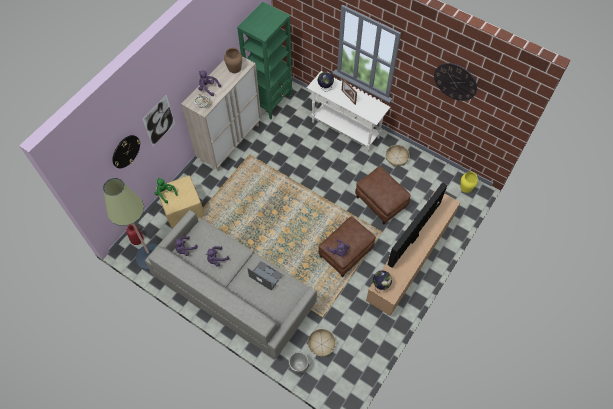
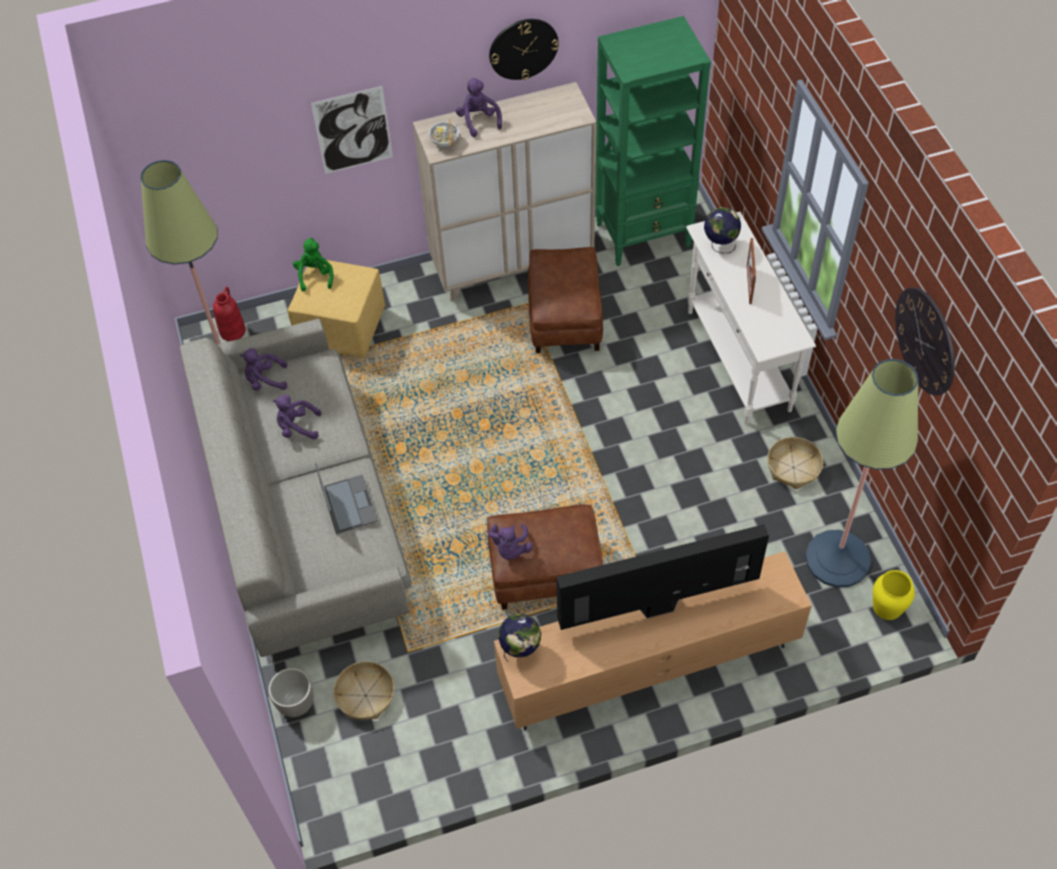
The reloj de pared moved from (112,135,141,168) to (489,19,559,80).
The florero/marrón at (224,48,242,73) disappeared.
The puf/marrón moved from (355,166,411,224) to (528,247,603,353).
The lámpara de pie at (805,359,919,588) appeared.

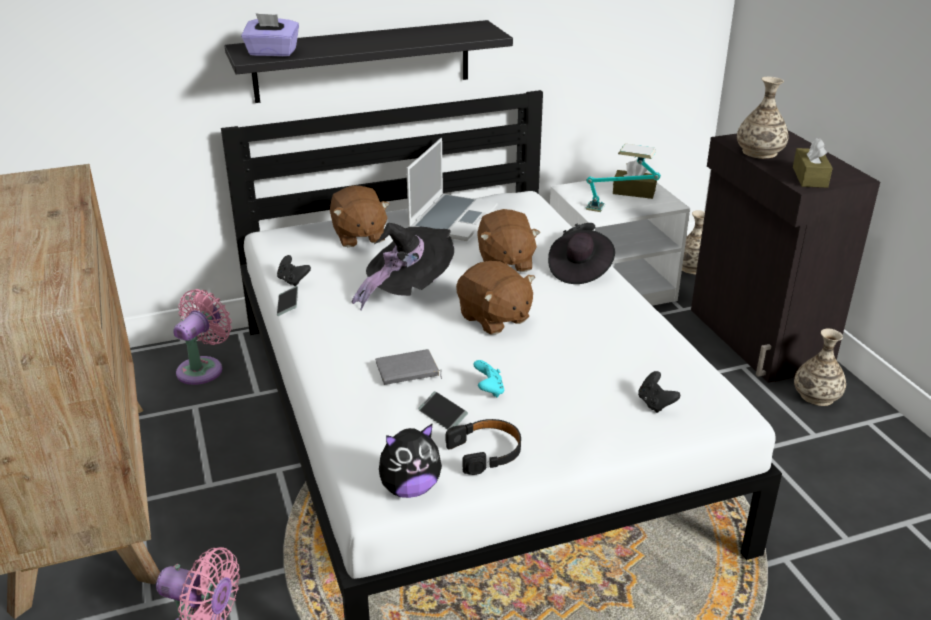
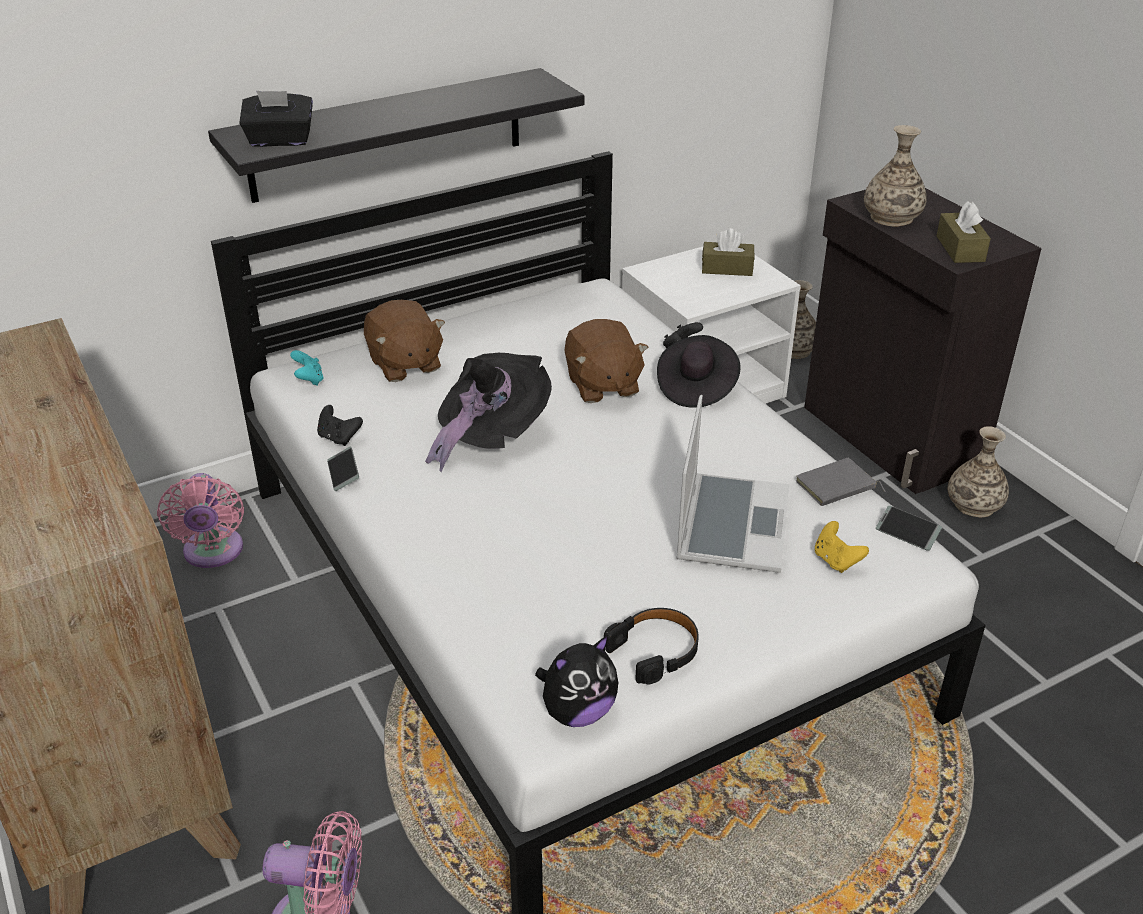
The ventilador/rosa at (173,289,232,385) turned 150 degrees clockwise.
The caja de pañuelos/morado at (241,13,299,57) became the caja de pañuelos/negro at (239,91,313,147).
The libro/gris moved from (375,349,442,385) to (796,458,886,506).
The portátil moved from (406,138,497,241) to (676,395,790,573).
The móvil moved from (418,391,468,430) to (876,506,942,551).
The peluche/marrón at (456,261,535,335) disappeared.
The mando de consola/turquesa moved from (473,360,504,398) to (290,350,324,386).
The lámpara de mesa at (585,144,661,212) disappeared.
The mando de consola/negro at (638,371,680,413) became the mando de consola/amarillo at (815,521,869,573).

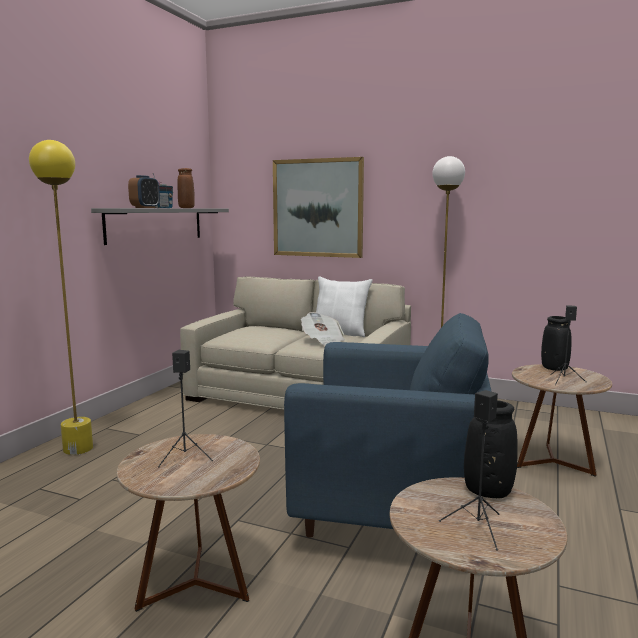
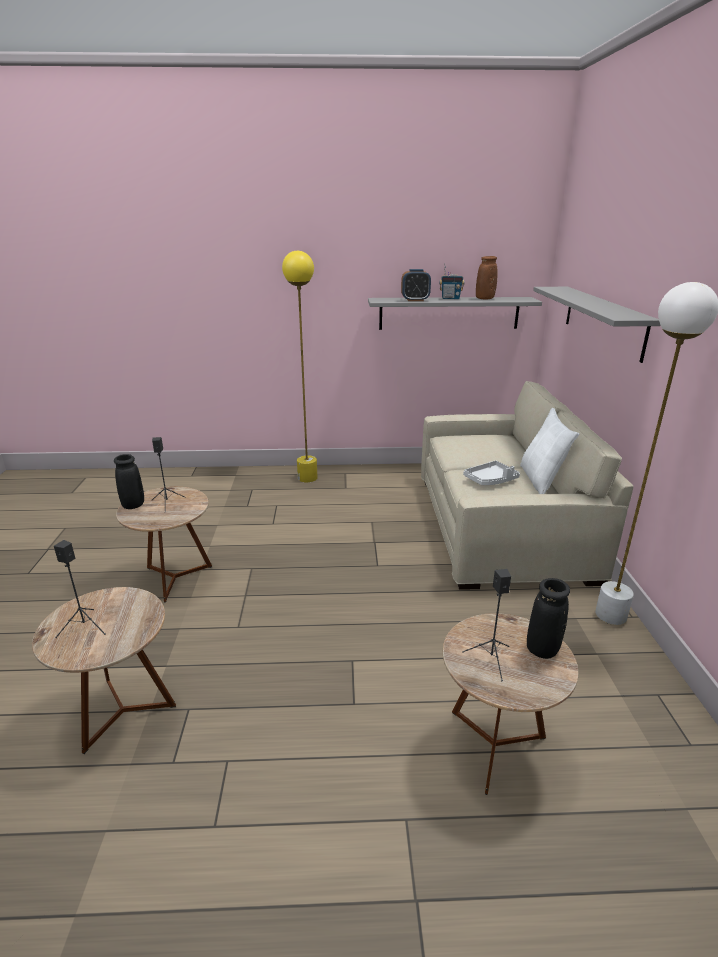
The cuadro at (273,157,364,258) was replaced by the estante/gris at (533,287,661,363).
The sillón/azul at (284,313,492,538) disappeared.
The periódico at (301,312,345,346) was replaced by the bandeja/gris at (463,461,520,485).
The florero/negro moved from (464,400,518,498) to (114,454,144,509).

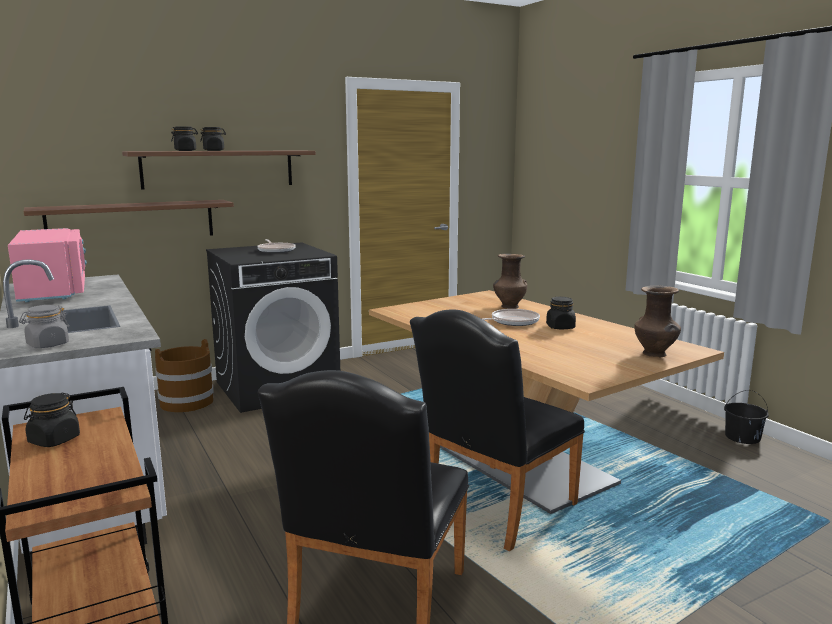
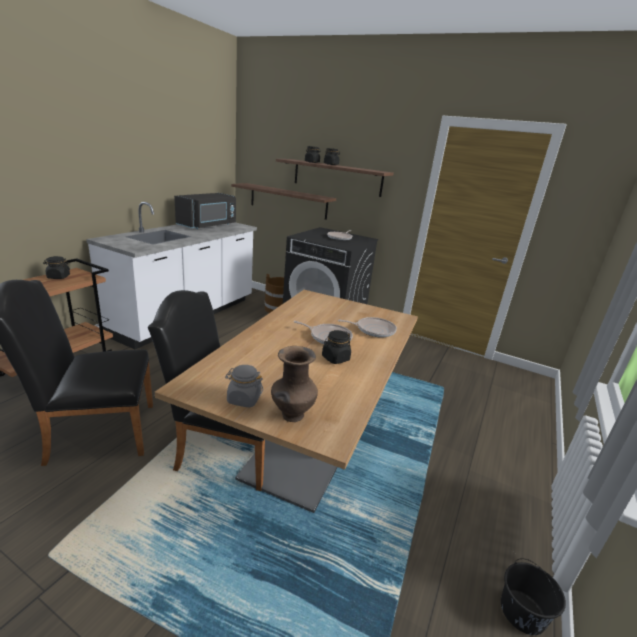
The microondas/rosa at (8,228,87,302) became the microondas/negro at (174,193,236,229).
The tarro/gris moved from (19,305,69,348) to (225,365,263,407).
The florero/marrón at (493,254,527,309) was replaced by the sartén at (338,317,397,338).

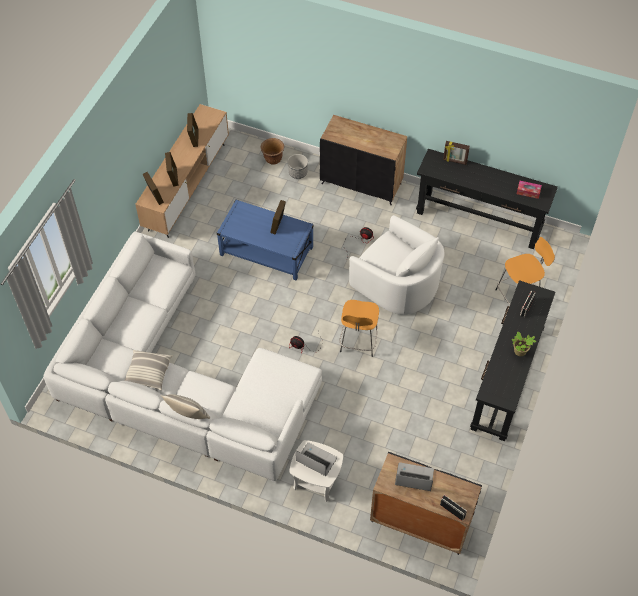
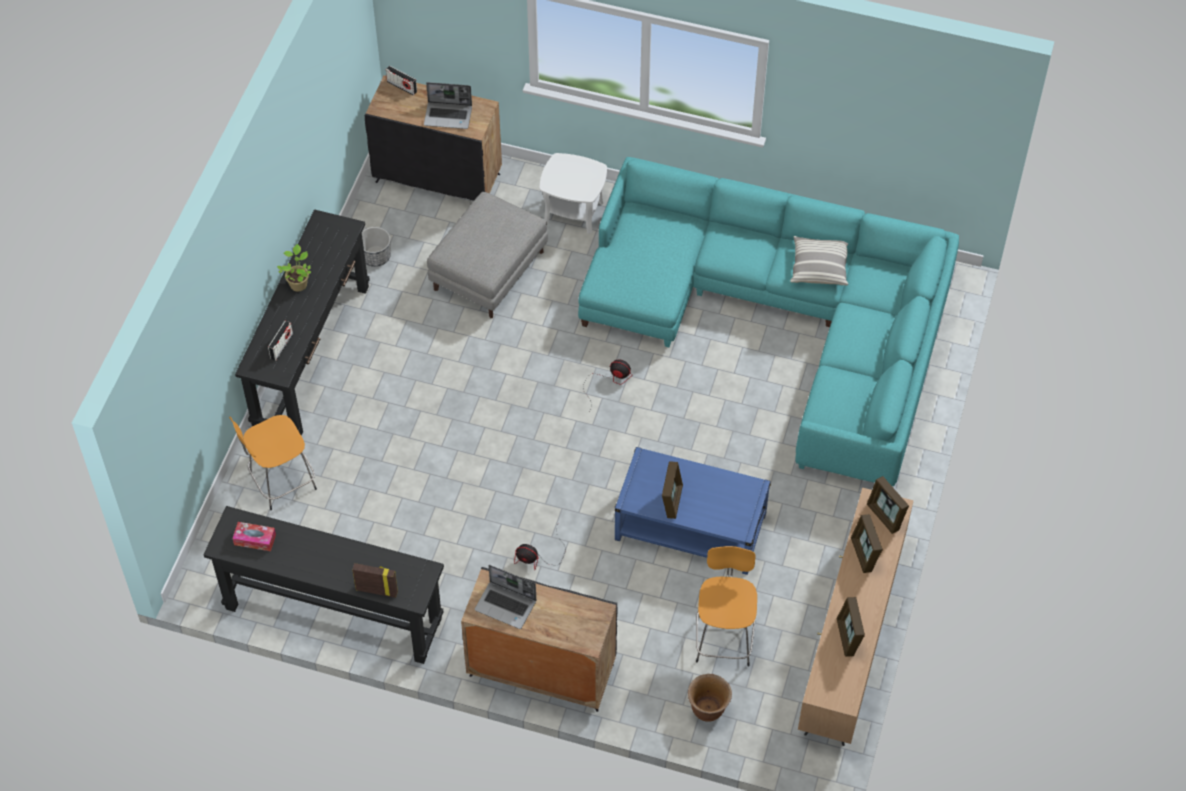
The sofá/blanco at (44,232,322,483) became the sofá/turquesa at (578,157,959,486).
The cojín at (161,394,210,419) disappeared.
The maceta moved from (287,154,308,179) to (362,227,391,267).
The portátil moved from (296,442,337,476) to (475,565,536,629).
The taburete/naranja moved from (339,300,379,357) to (696,546,757,666).
The sillón/blanco at (349,215,444,315) disappeared.
The puf/gris at (427,192,548,318) appeared.

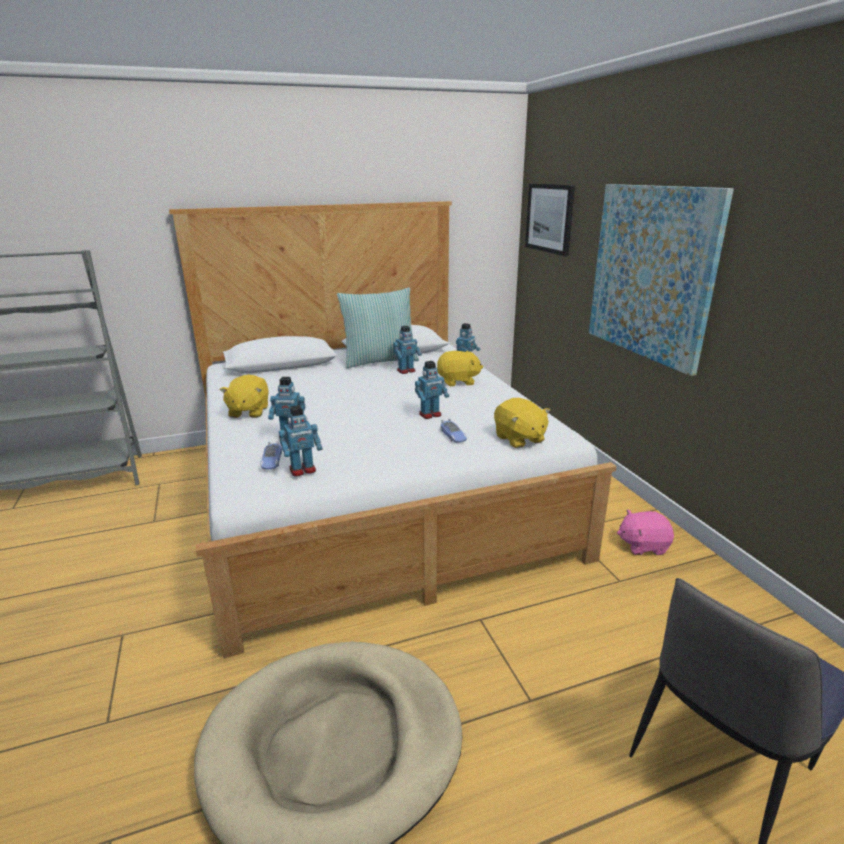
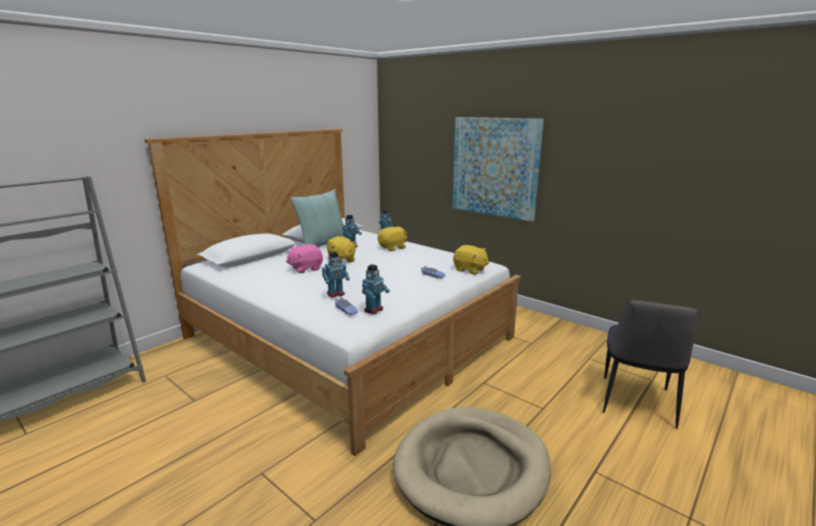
The peluche/amarillo moved from (220,374,269,418) to (327,236,357,263).
The robot de juguete at (415,361,449,419) disappeared.
The cuadro at (525,184,575,256) disappeared.
The peluche/rosa moved from (617,509,674,555) to (286,244,323,273).

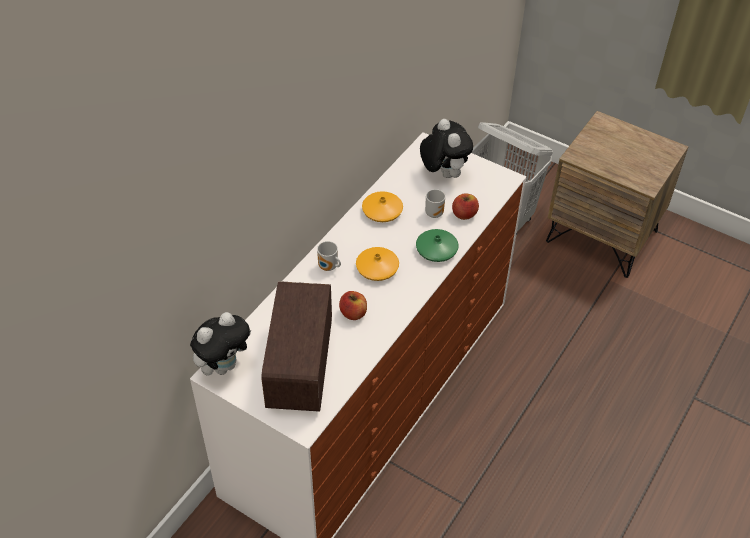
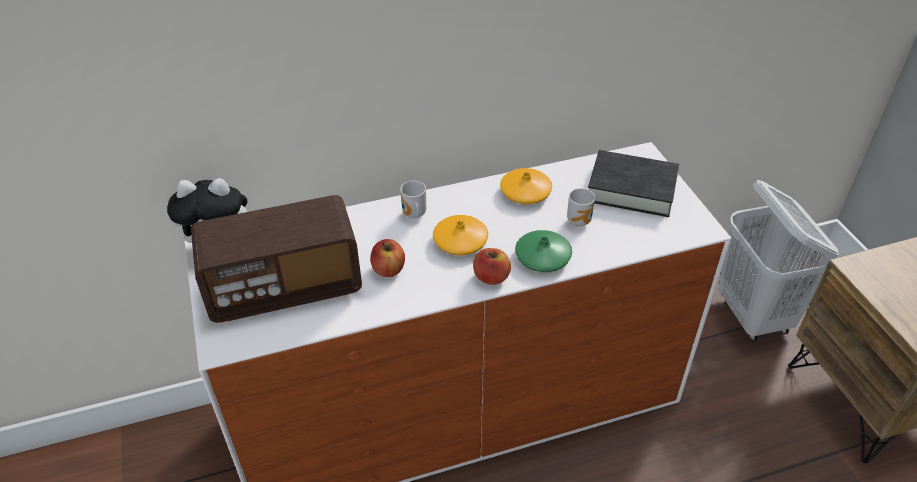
The radio at (262,281,332,412) turned 150 degrees counterclockwise.
The peluche at (420,119,473,178) was replaced by the libro/negro at (588,150,679,217).
The manzana moved from (452,193,479,220) to (473,248,511,285).

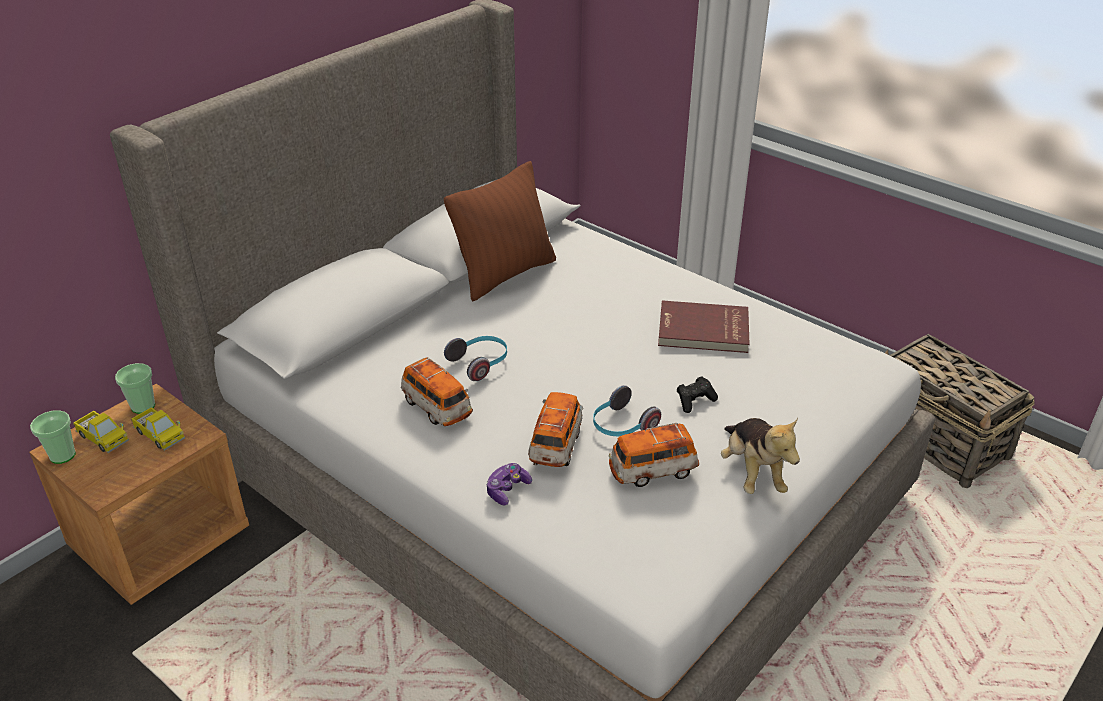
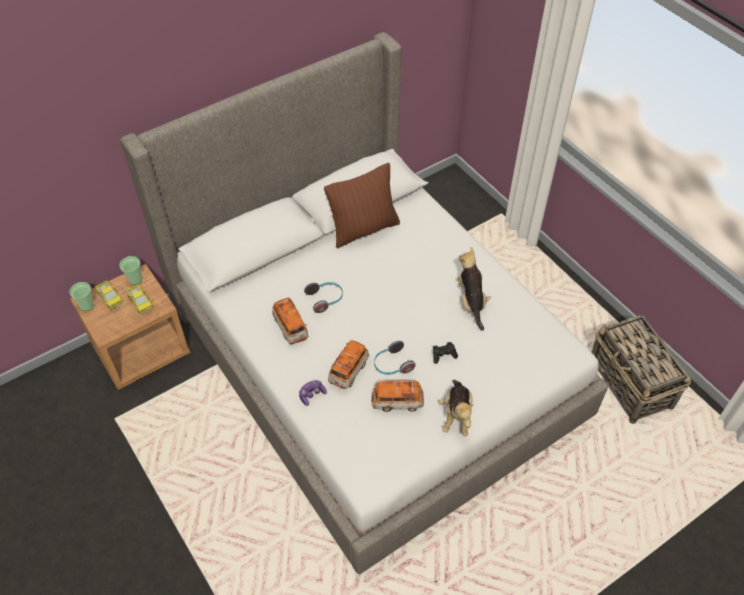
The libro/rojo at (658,300,749,353) was replaced by the peluche at (457,247,491,331).

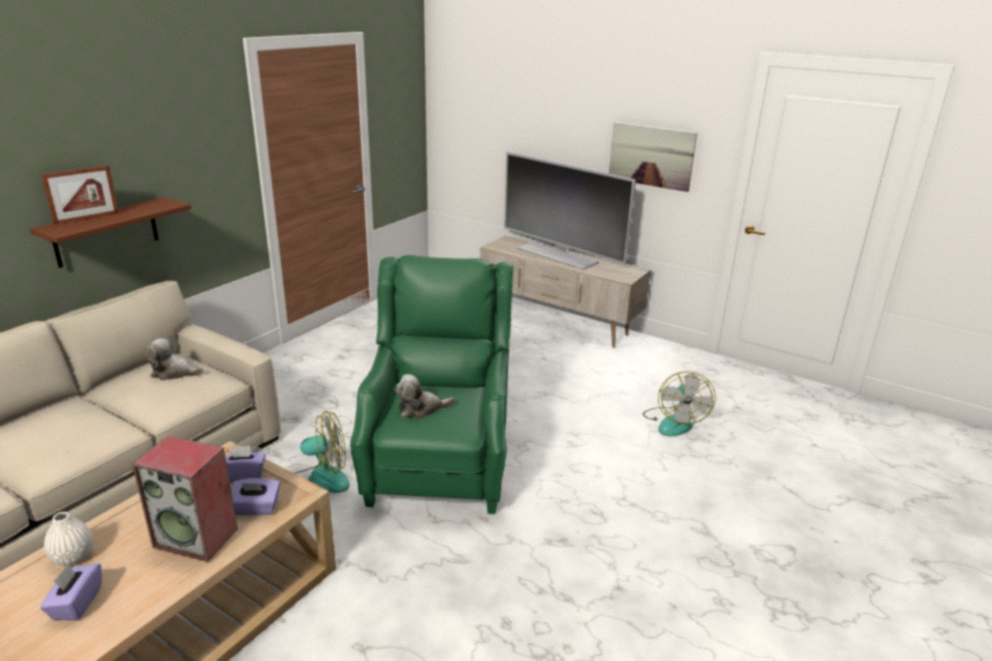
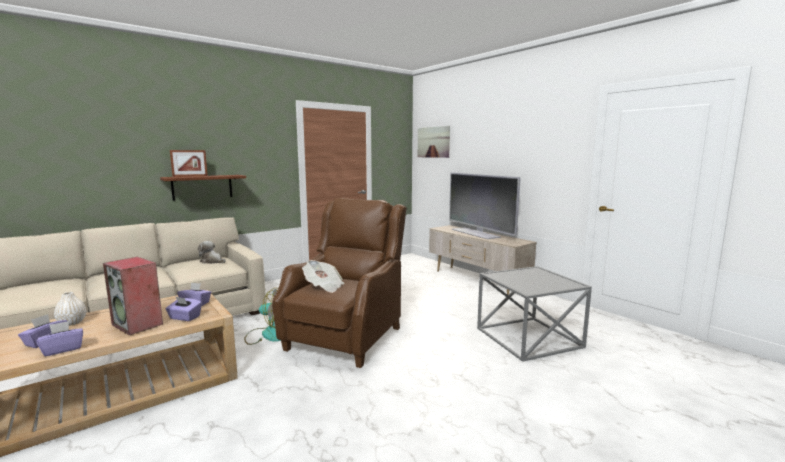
The sillón/verde at (350,255,514,514) became the sillón/marrón at (272,198,407,368).
The peluche at (395,374,455,419) was replaced by the periódico at (302,260,344,293).
The cuadro moved from (609,122,697,192) to (418,126,450,158).
The ventilador at (643,371,716,436) was replaced by the mesa auxiliar/gris at (477,266,592,362).
The caja de pañuelos/morado at (36,321,83,356) appeared.

